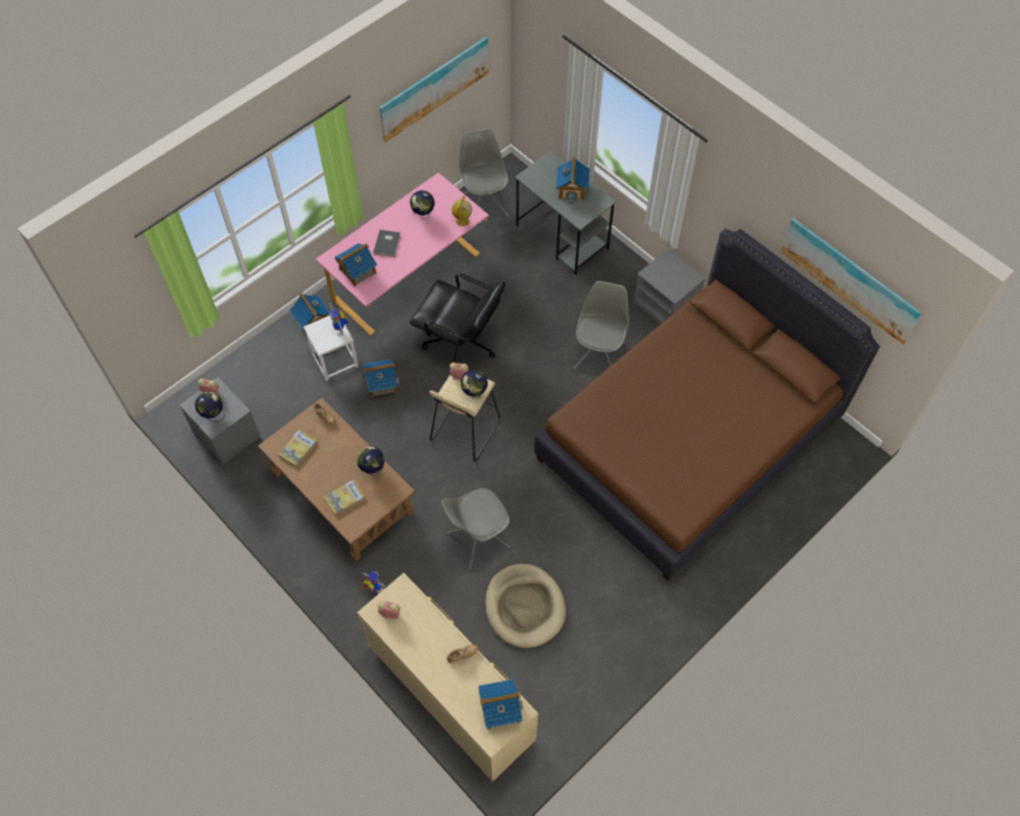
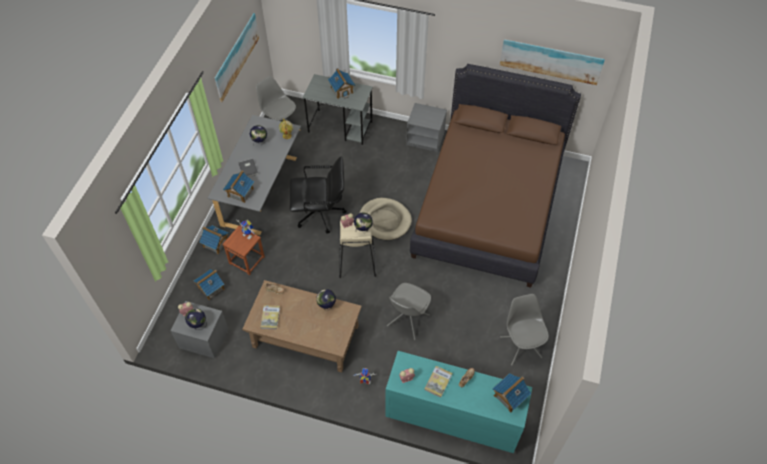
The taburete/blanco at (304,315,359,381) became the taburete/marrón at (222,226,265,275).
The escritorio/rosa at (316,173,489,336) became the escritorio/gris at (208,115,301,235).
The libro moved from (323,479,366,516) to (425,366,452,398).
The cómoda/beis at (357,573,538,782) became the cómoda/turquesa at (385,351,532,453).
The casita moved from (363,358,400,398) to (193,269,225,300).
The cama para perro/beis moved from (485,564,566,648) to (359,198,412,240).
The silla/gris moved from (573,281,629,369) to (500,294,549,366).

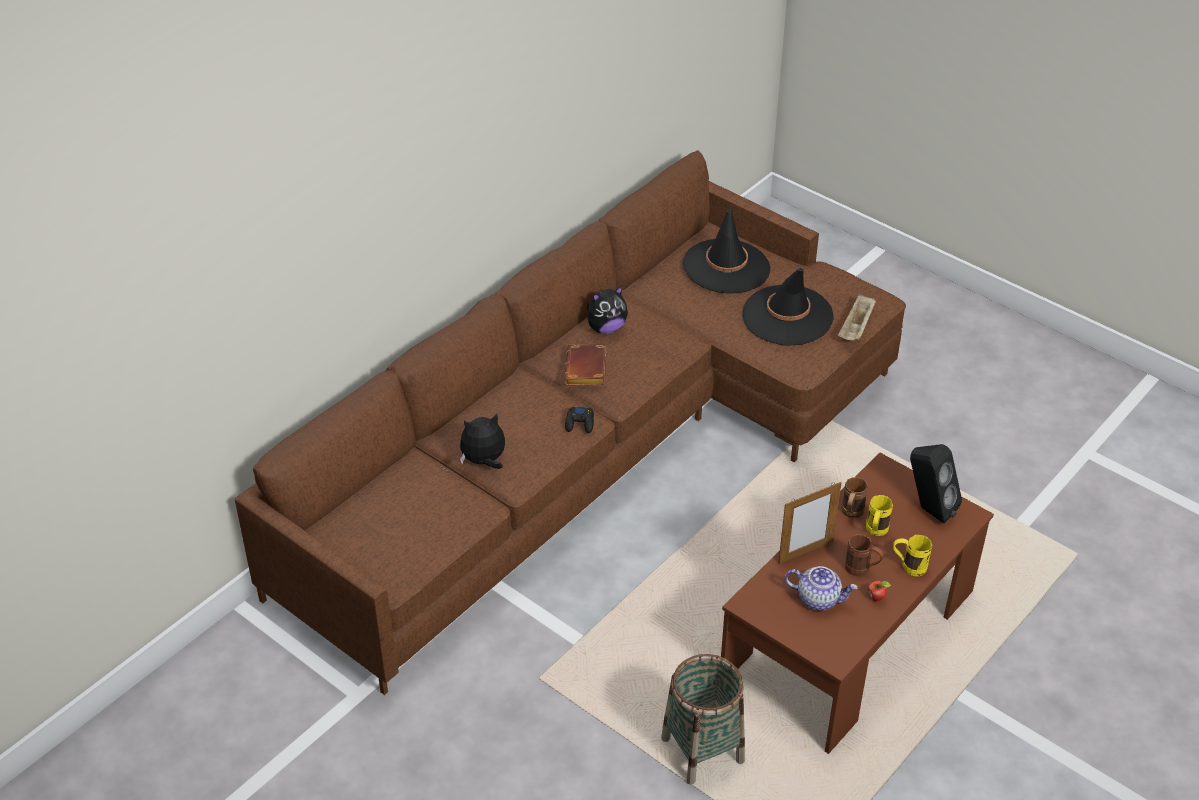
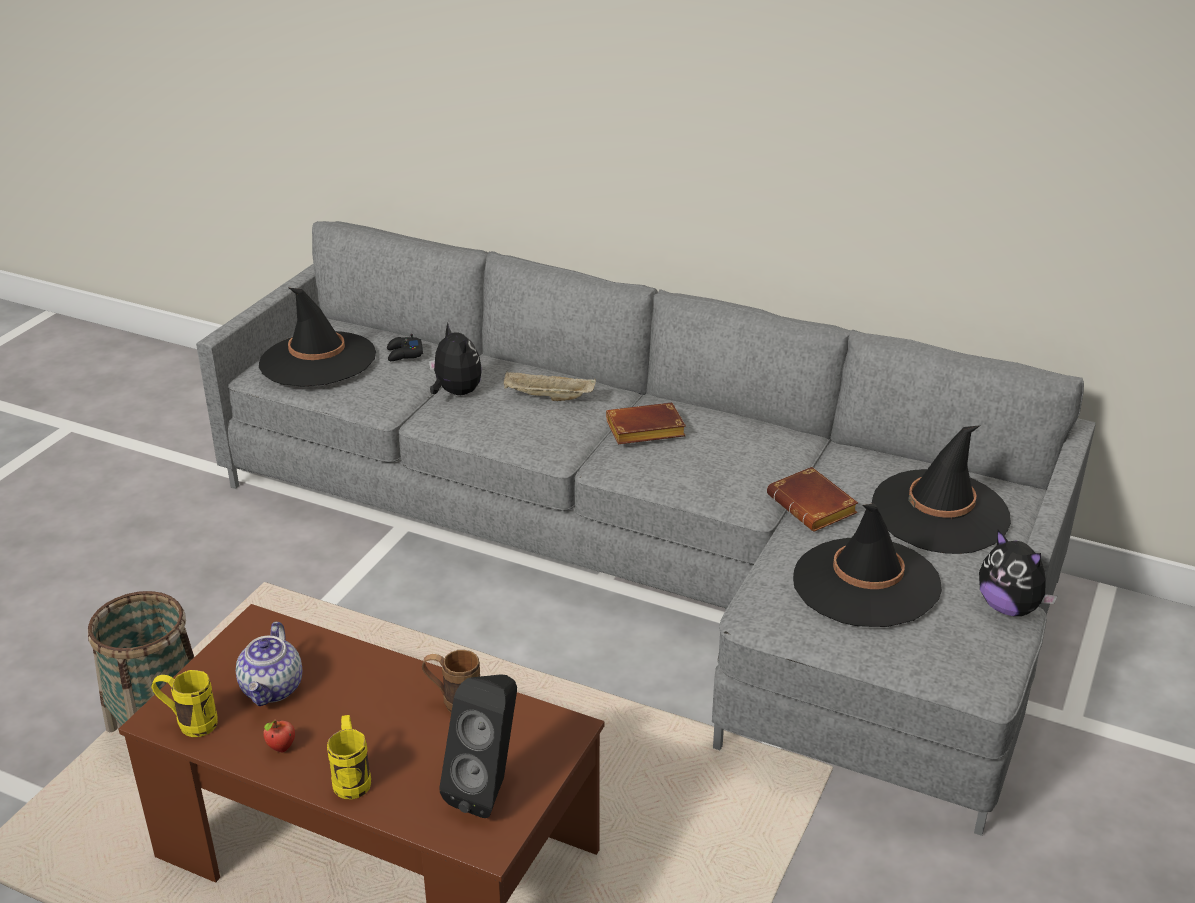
The sofá/marrón at (235,150,906,695) became the sofá/gris at (196,221,1096,836).
The mando de consola/negro moved from (565,407,594,433) to (387,334,423,361).
The peluche moved from (587,286,628,334) to (979,530,1057,616).
The portarretratos at (778,482,842,564) disappeared.
The bandeja/beis moved from (838,294,876,340) to (504,372,596,401).
The taza grande/marrón at (845,534,884,576) disappeared.
The taza grande/amarillo moved from (866,495,893,536) to (151,670,218,737).
The sombrero/negro at (259,288,376,387) appeared.
The libro/marrón at (767,467,858,532) appeared.

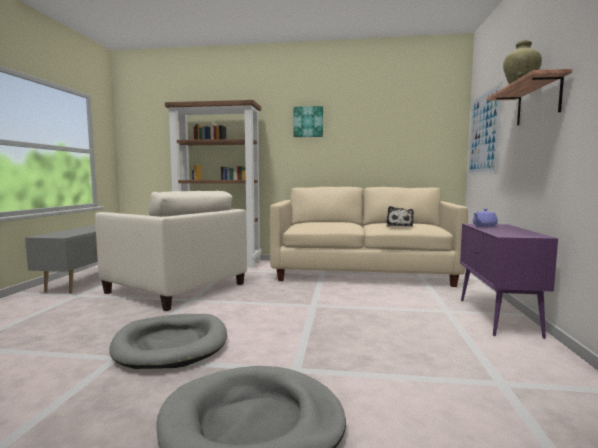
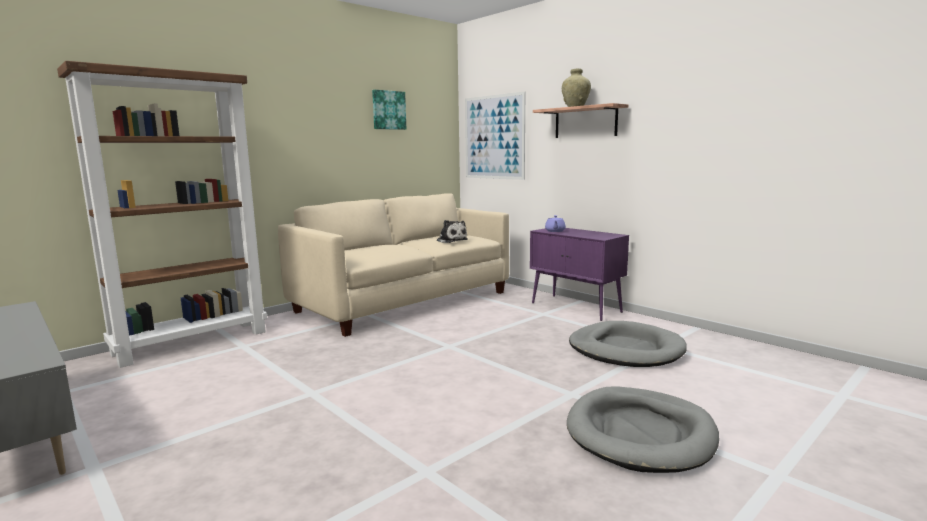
The sillón/beis at (95,191,247,311) disappeared.
The cama para perro/gris moved from (109,314,227,369) to (569,321,687,367).
The cuadro moved from (293,106,323,137) to (372,90,406,130).

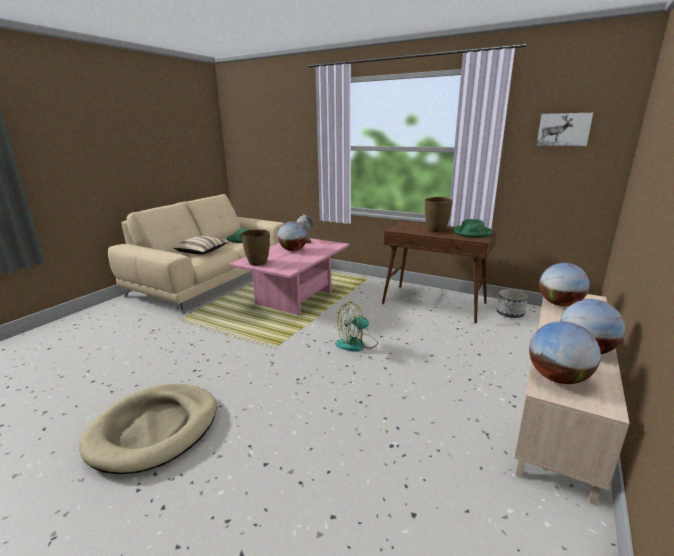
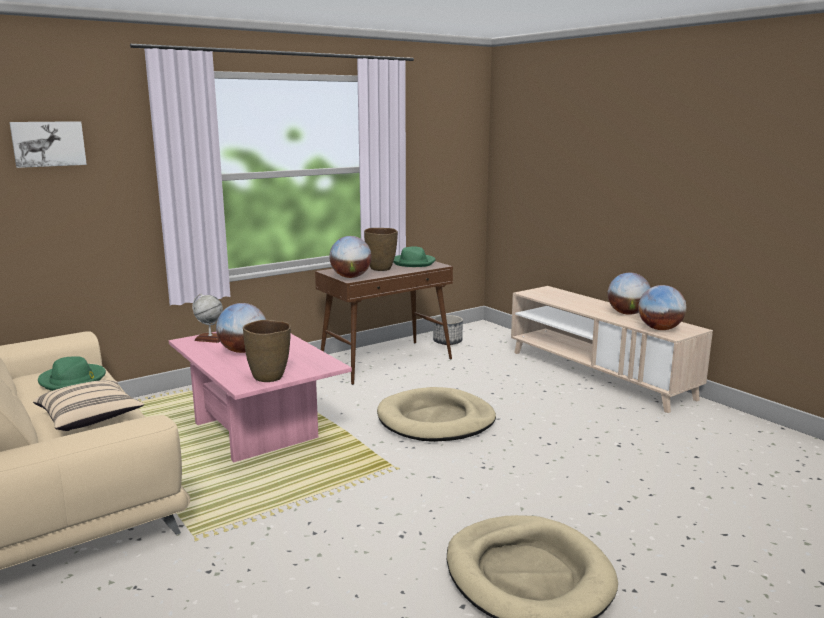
The ventilador at (335,302,378,352) was replaced by the cama para perro/beis at (377,387,496,442).
The cuadro moved from (536,113,593,146) to (9,121,87,168).
The globo terráqueo moved from (539,263,590,306) to (329,236,372,278).

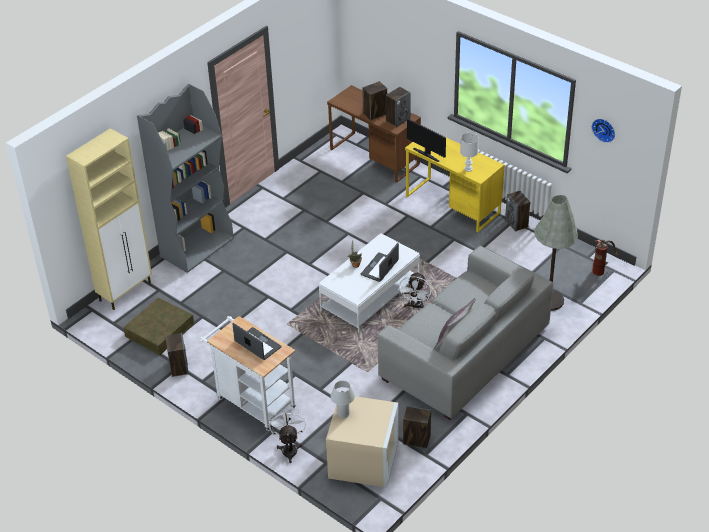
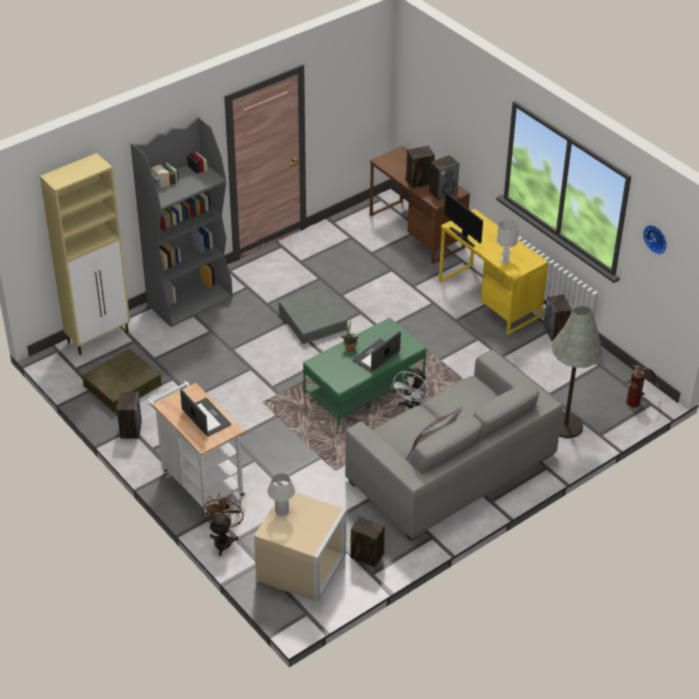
The ventilador/blanco at (269,408,306,463) became the ventilador/marrón at (203,493,245,556).
The mesa de centro/blanco at (319,233,420,333) became the mesa de centro/verde at (303,318,426,425).
The caja de almacenaje/gris at (279,287,348,344) appeared.

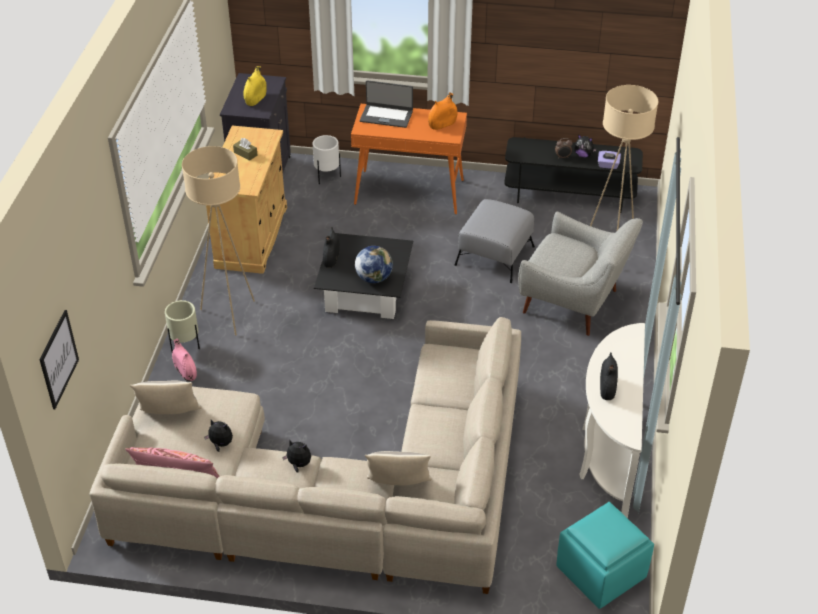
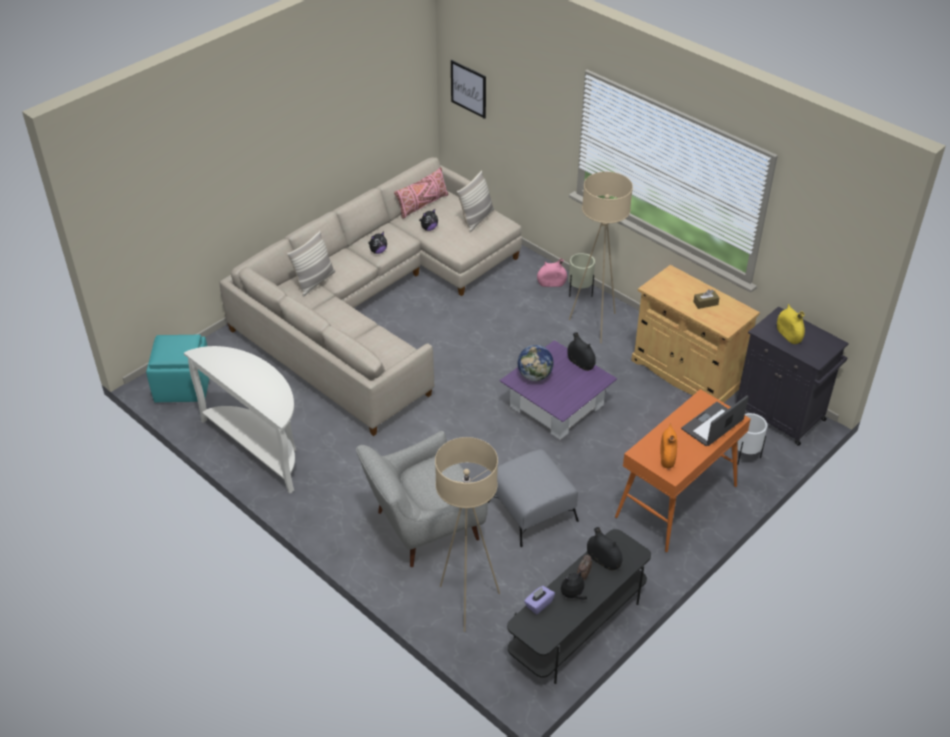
The mesa de centro/negro at (314,233,413,319) became the mesa de centro/morado at (500,340,617,440).
The florero/negro moved from (600,352,618,400) to (587,527,622,570).

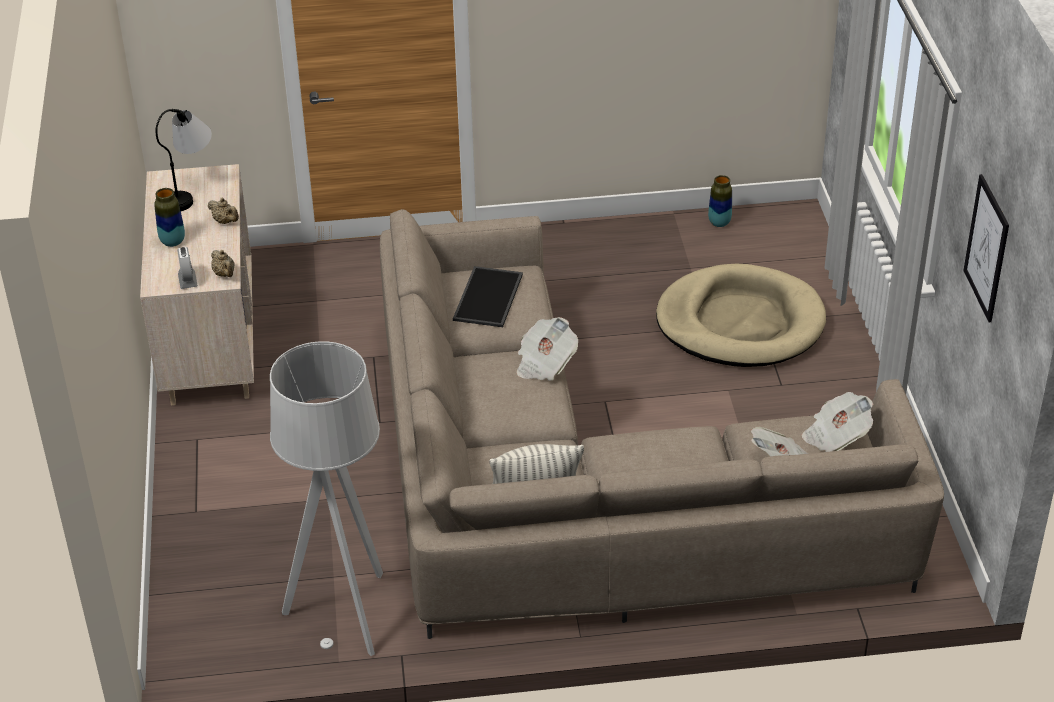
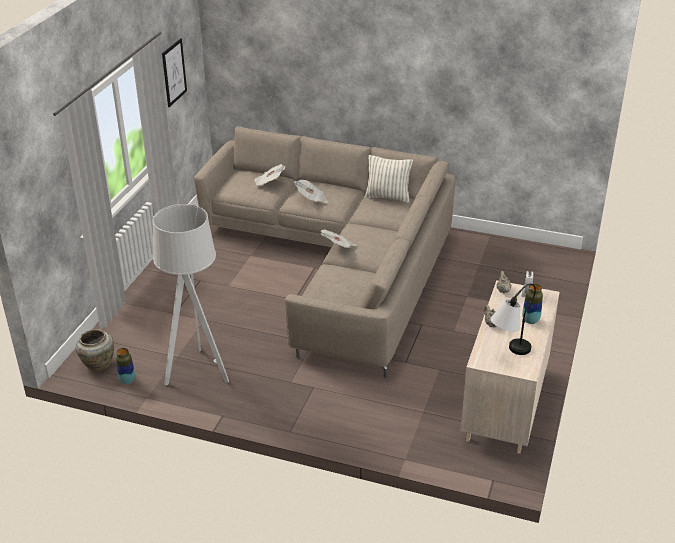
The lámpara de pie/gris moved from (270,341,383,656) to (153,204,229,385).
The bandeja at (453,266,523,327) disappeared.
The cama para perro/beis at (656,264,826,367) disappeared.
The periódico moved from (802,392,873,452) to (294,180,328,203).
The florero/beis at (76,329,114,371) appeared.

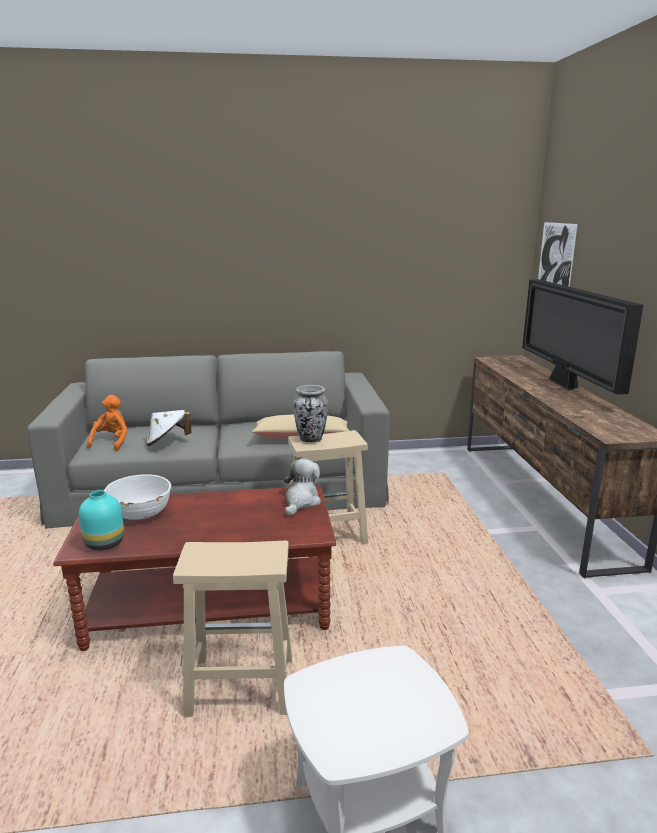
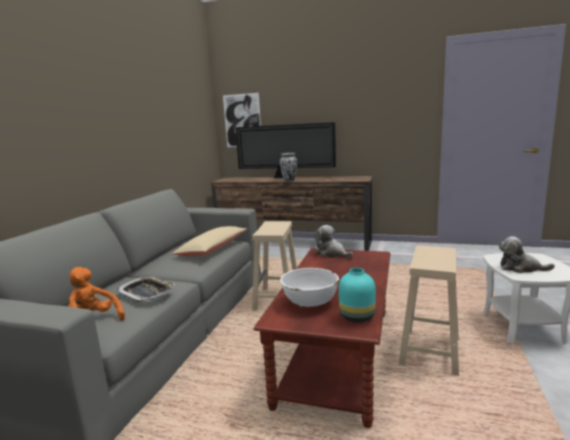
The sombrero/blanco at (146,410,191,446) was replaced by the bandeja at (116,276,175,303).
The florero moved from (293,385,328,443) to (280,153,297,181).
The peluche at (499,236,555,273) appeared.

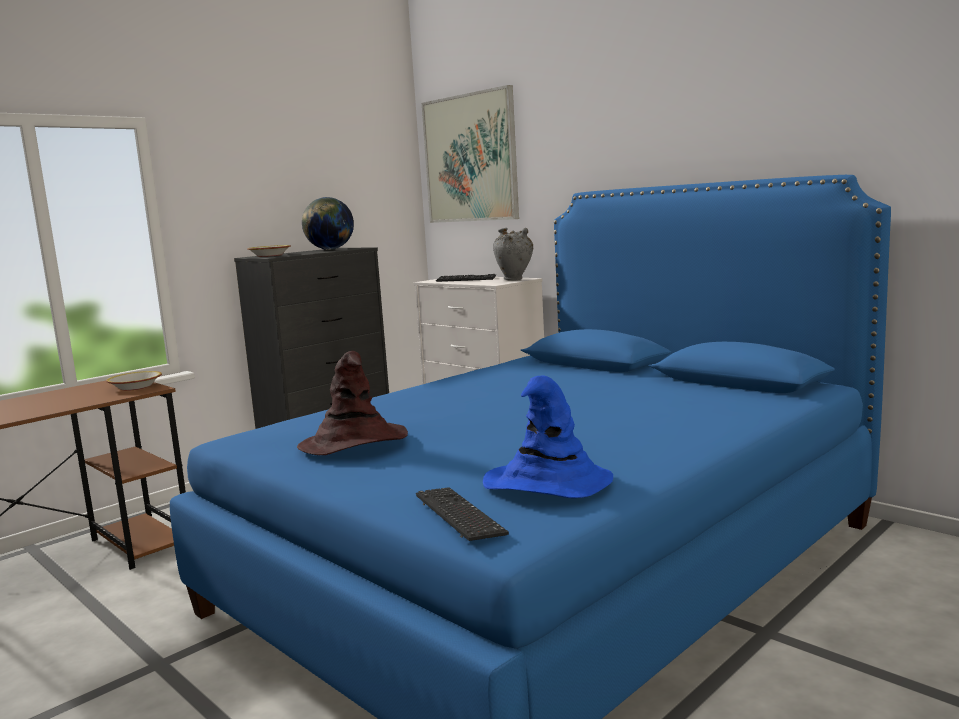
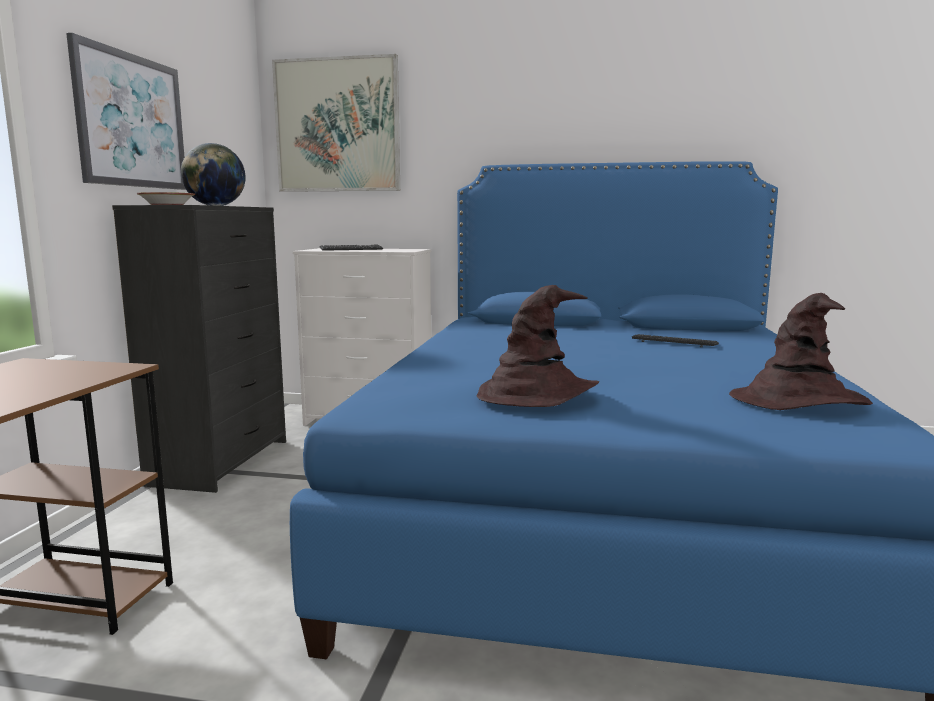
The cuenco at (106,371,162,391) disappeared.
The teclado moved from (416,487,509,541) to (632,334,719,347).
The sombrero/azul at (483,376,613,498) became the sombrero/marrón at (729,293,873,410).
The florero/gris at (493,228,533,281) disappeared.
The cuadro at (66,33,186,190) appeared.

